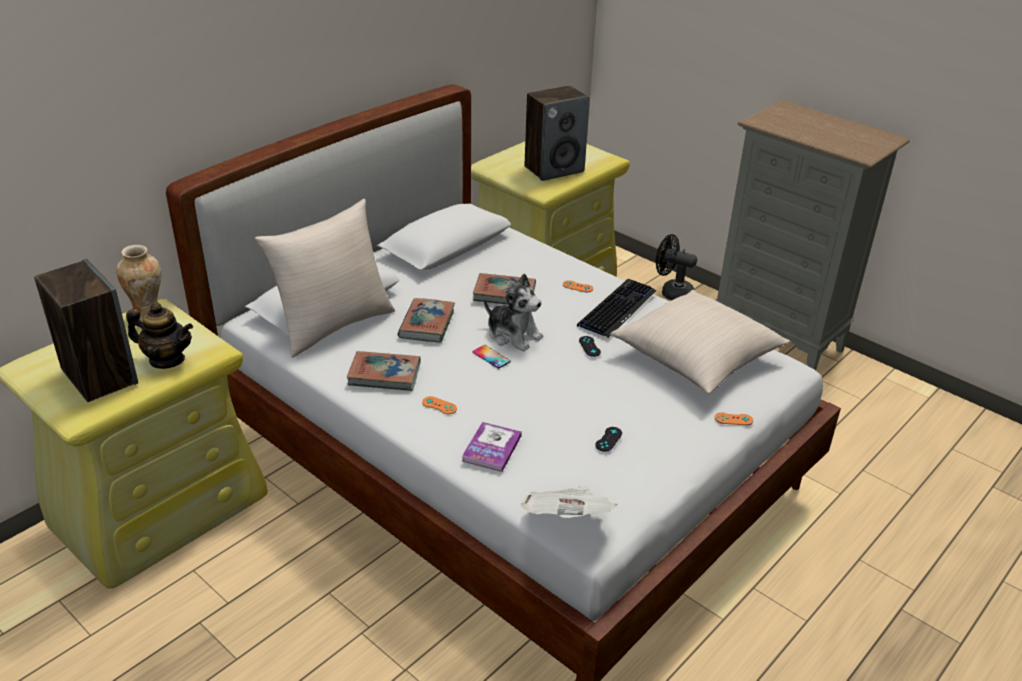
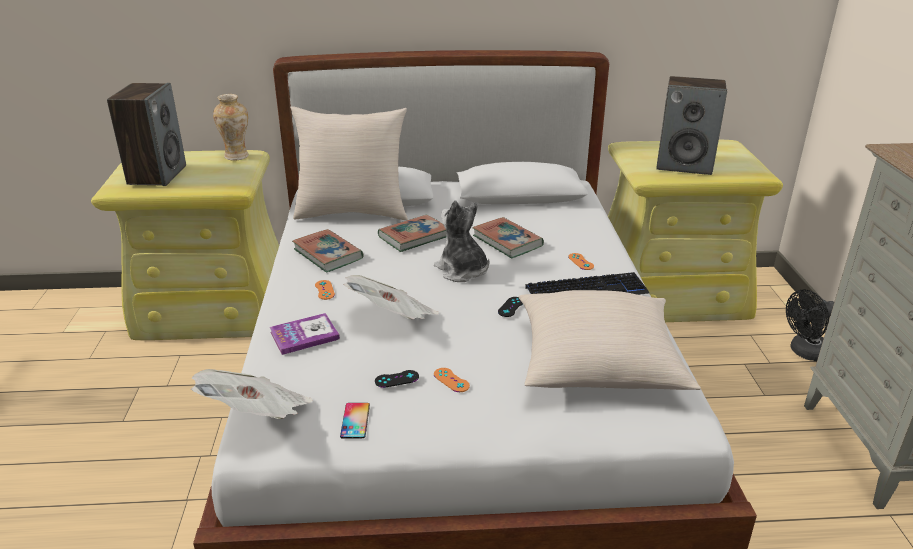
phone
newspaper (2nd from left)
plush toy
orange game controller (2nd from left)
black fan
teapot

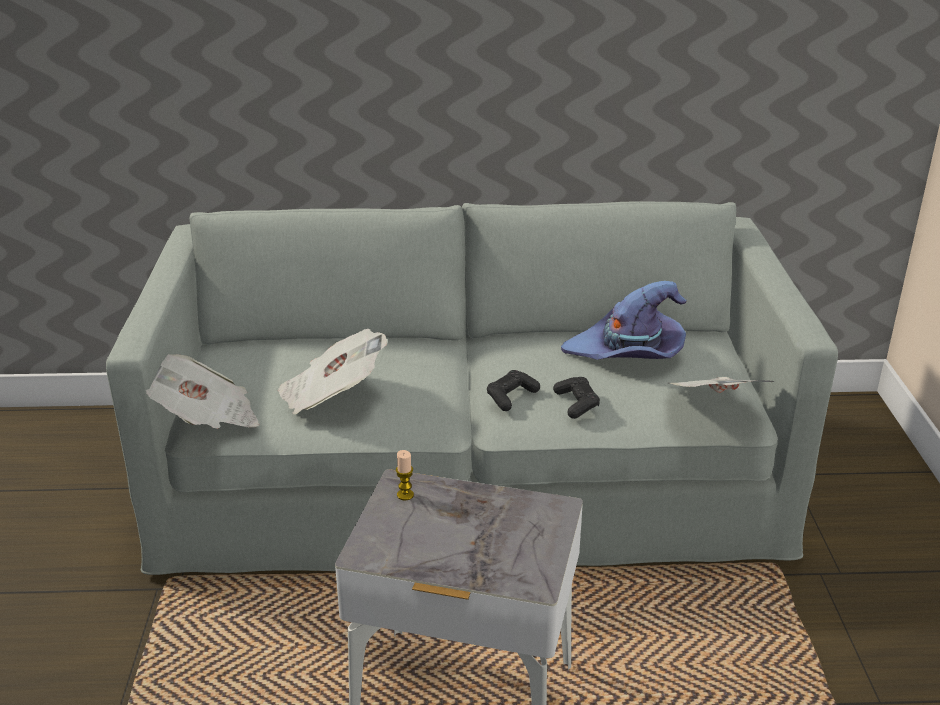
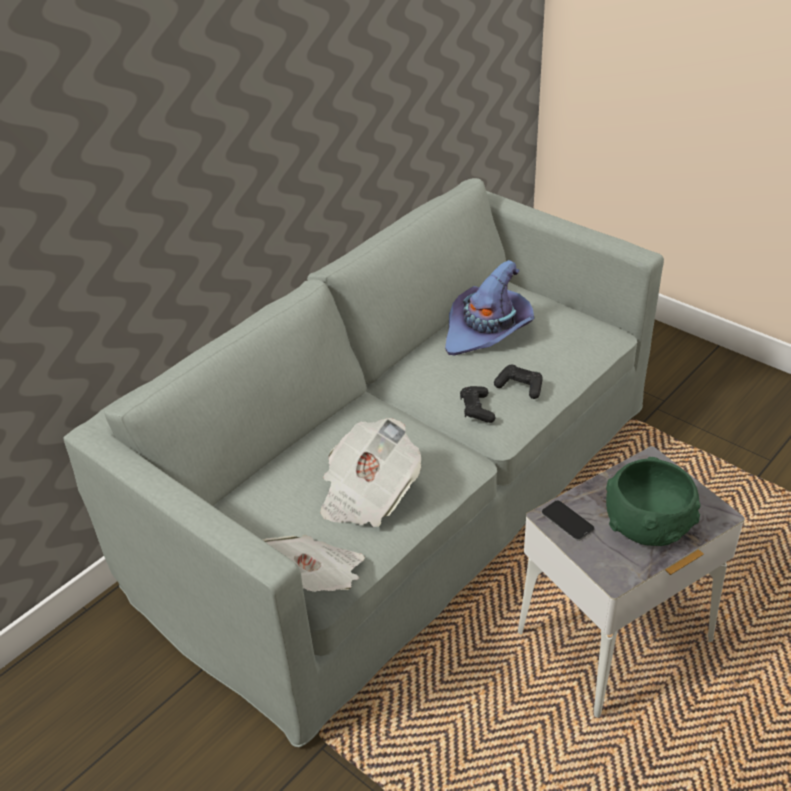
phone
green bowl
newspaper (3rd from left in the first image)

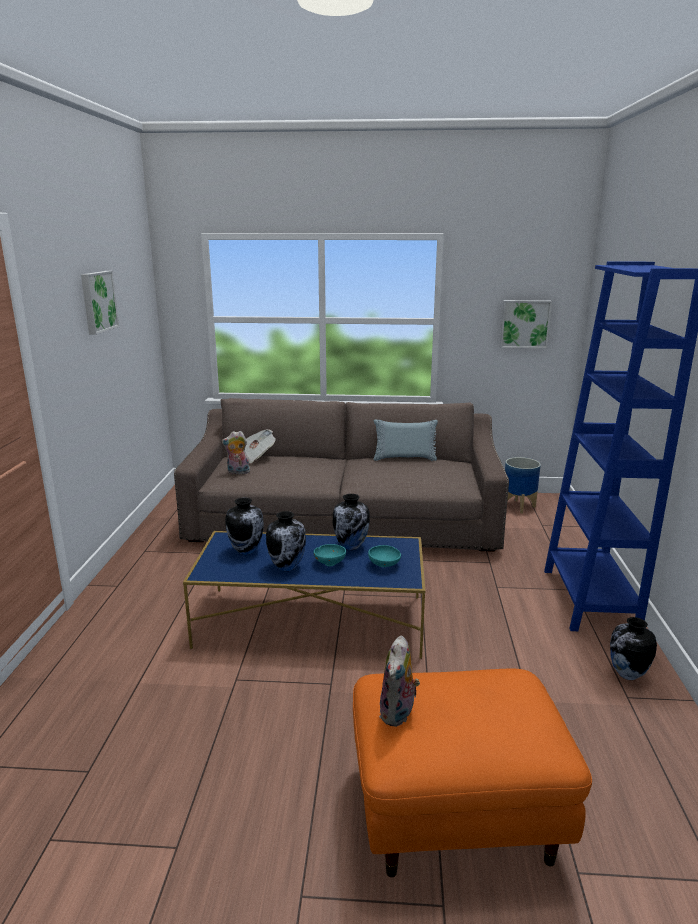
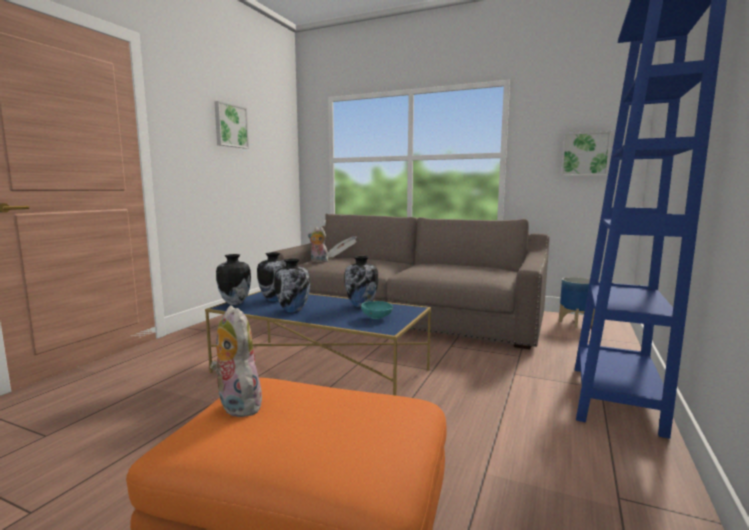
plush toy (1st from left)
vase (1st from left)
turquoise bowl (1st from left in the first image)
blue pillow

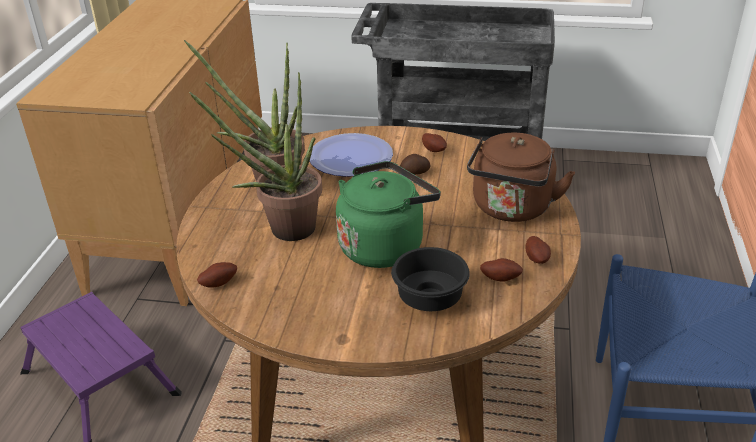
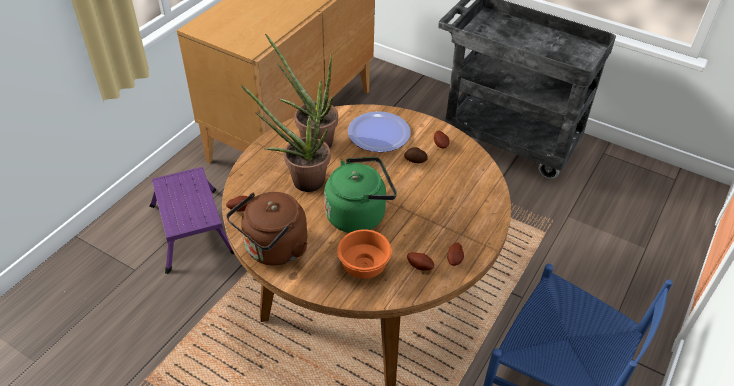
brown kettle
orange bowl

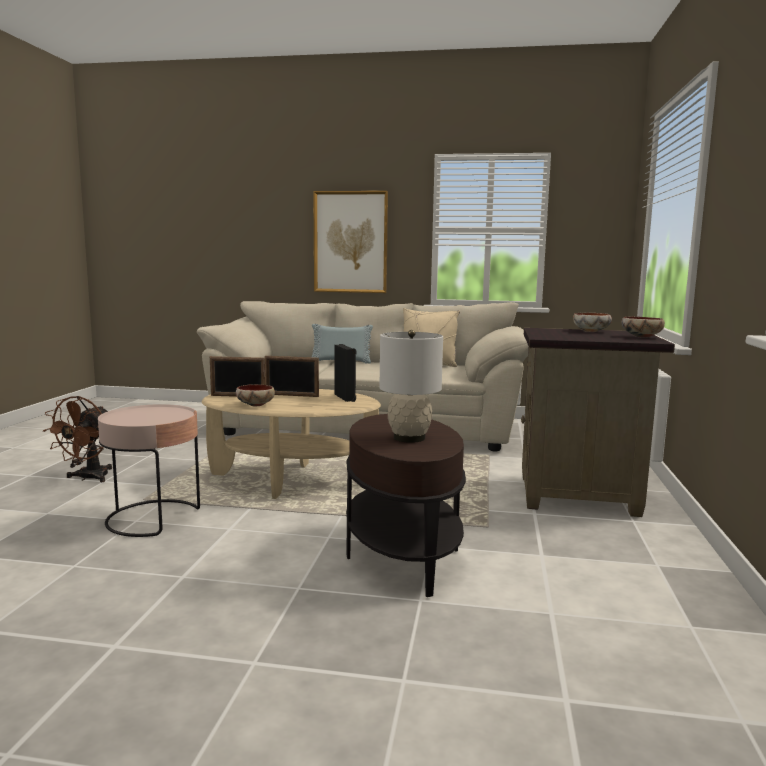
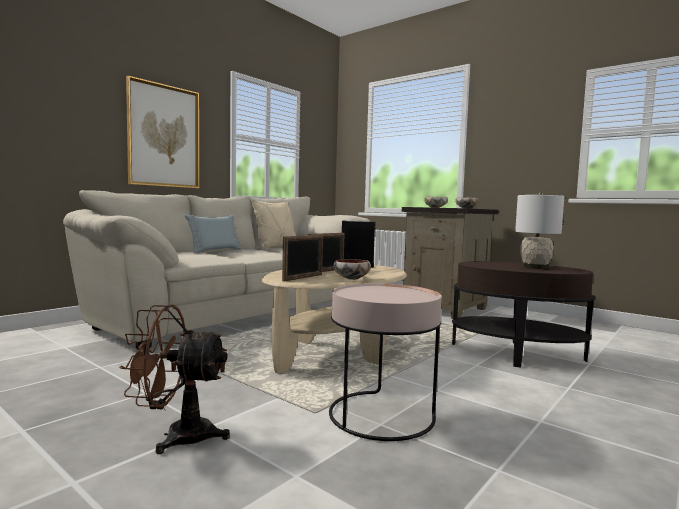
brown fan

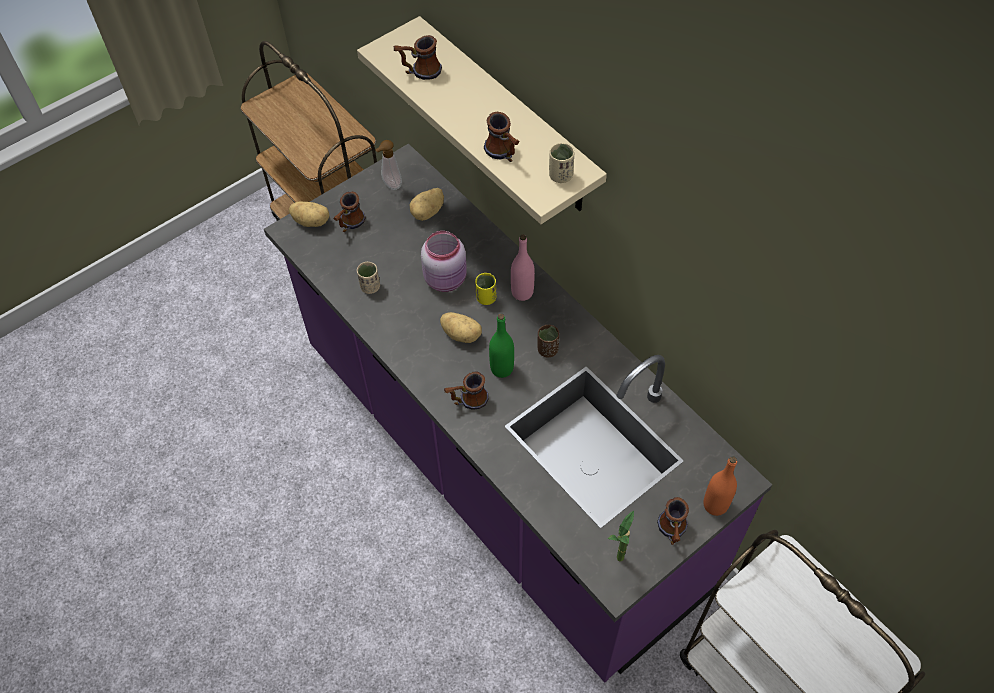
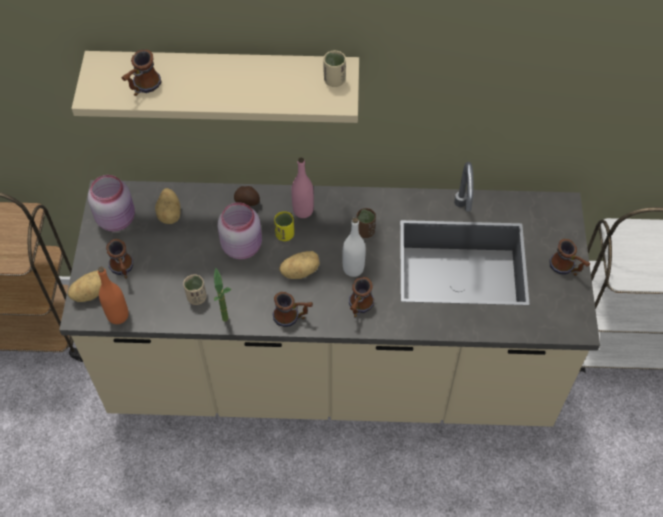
beige counter
pink jar (1st from left)
orange bottle
potted plant
potato (3rd from left)
mug (3rd from left)
white bottle

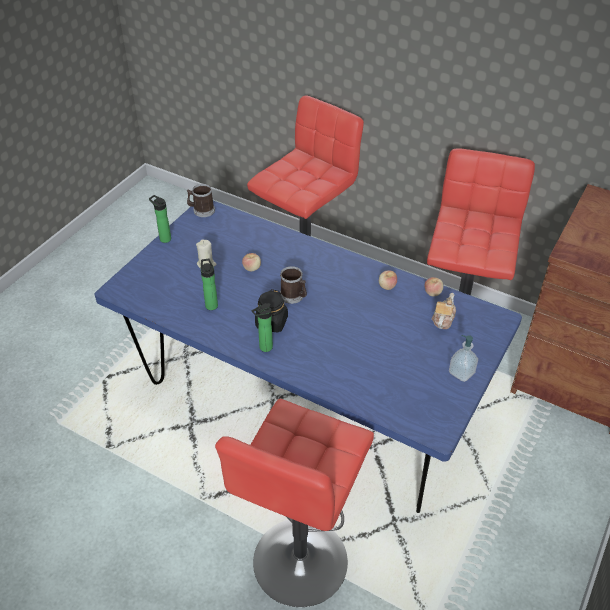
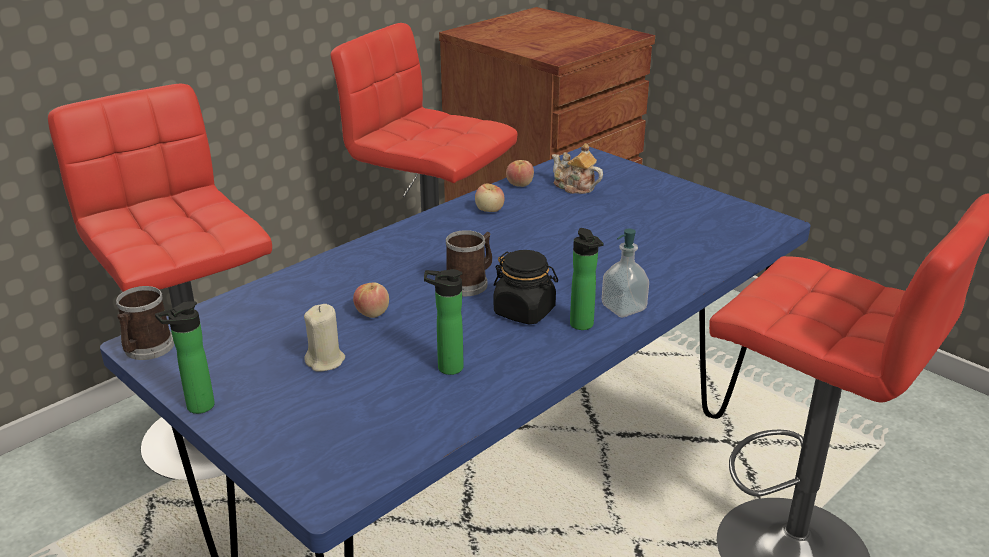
soap dispenser

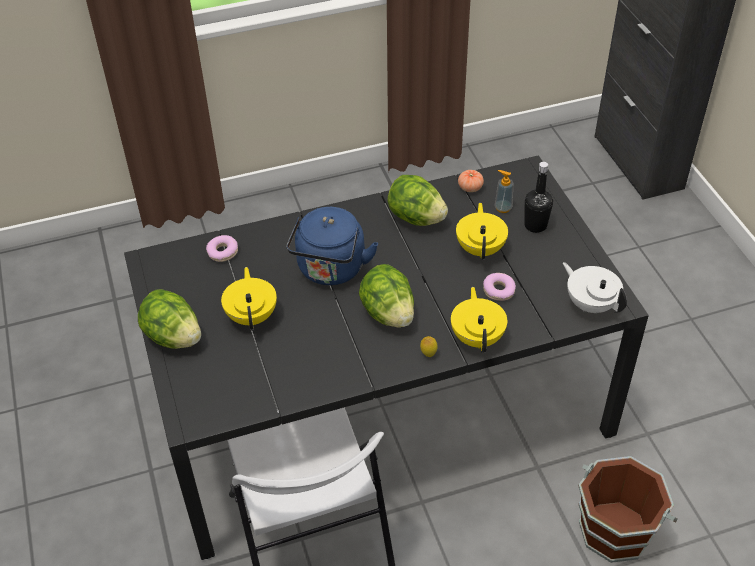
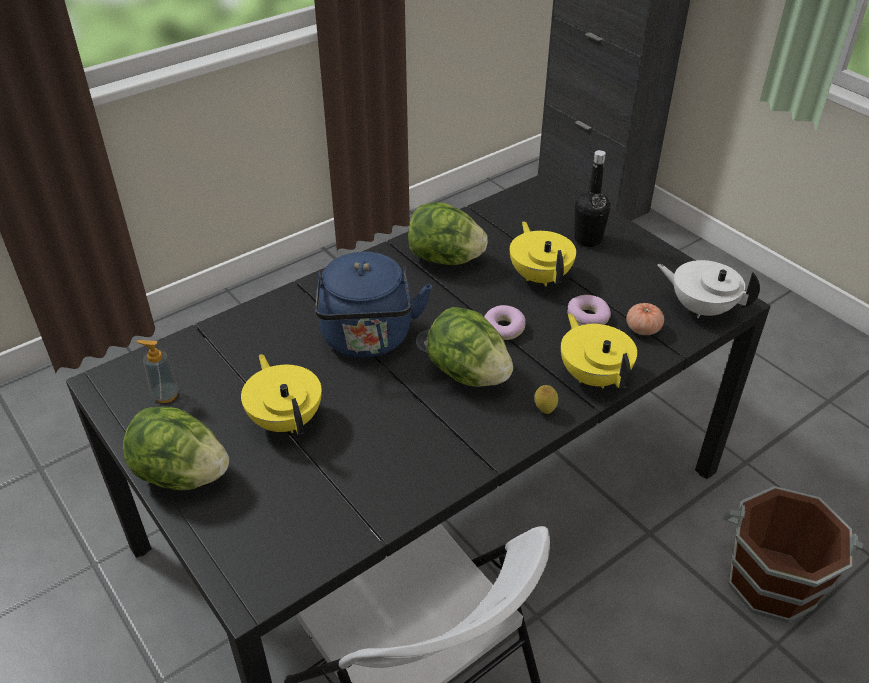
soap dispenser
donut (1st from left)
tomato

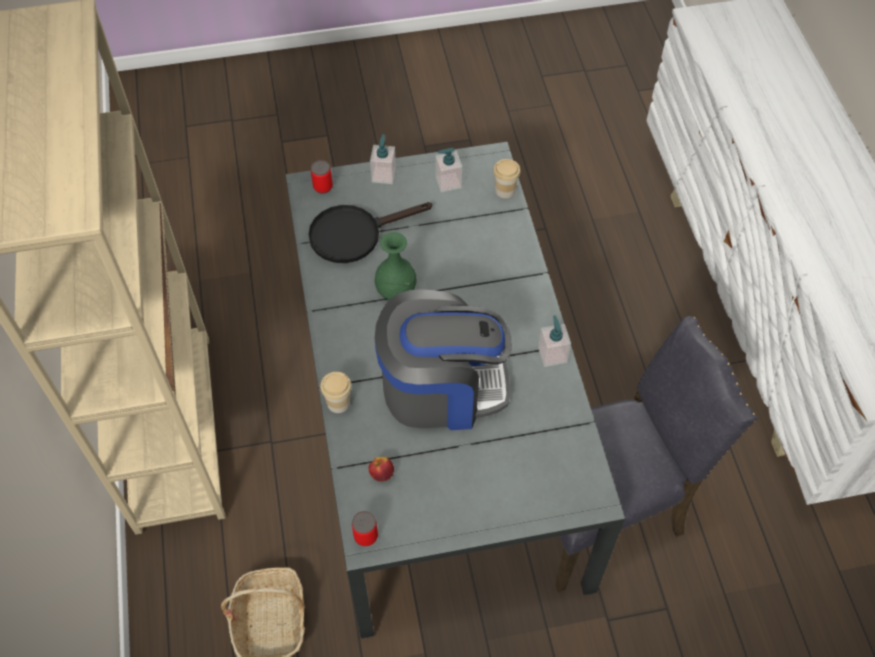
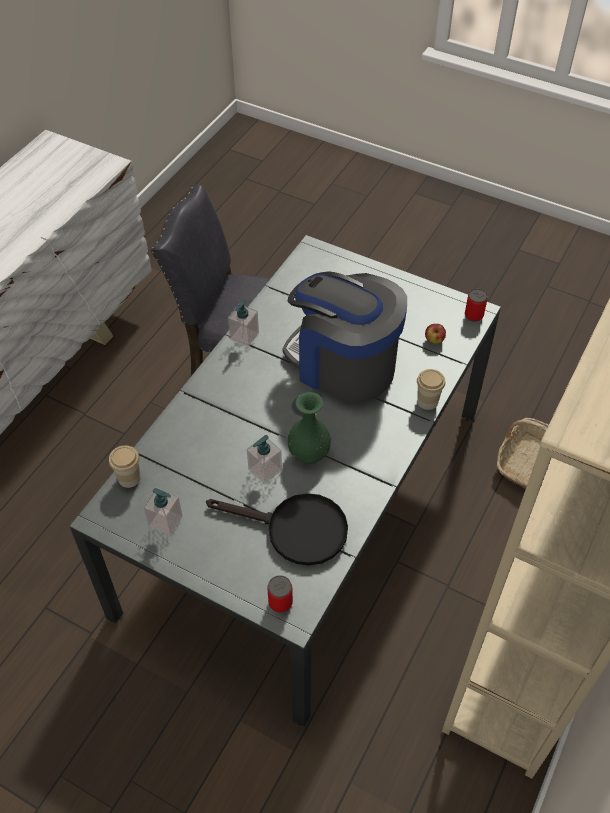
soap dispenser (3rd from left)

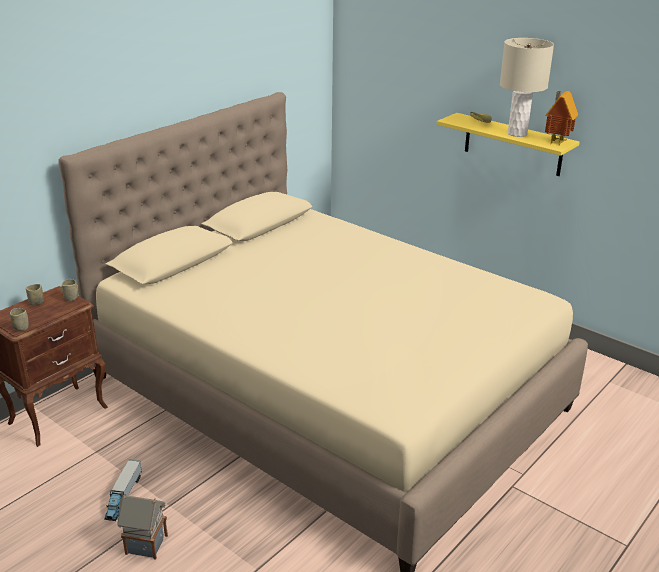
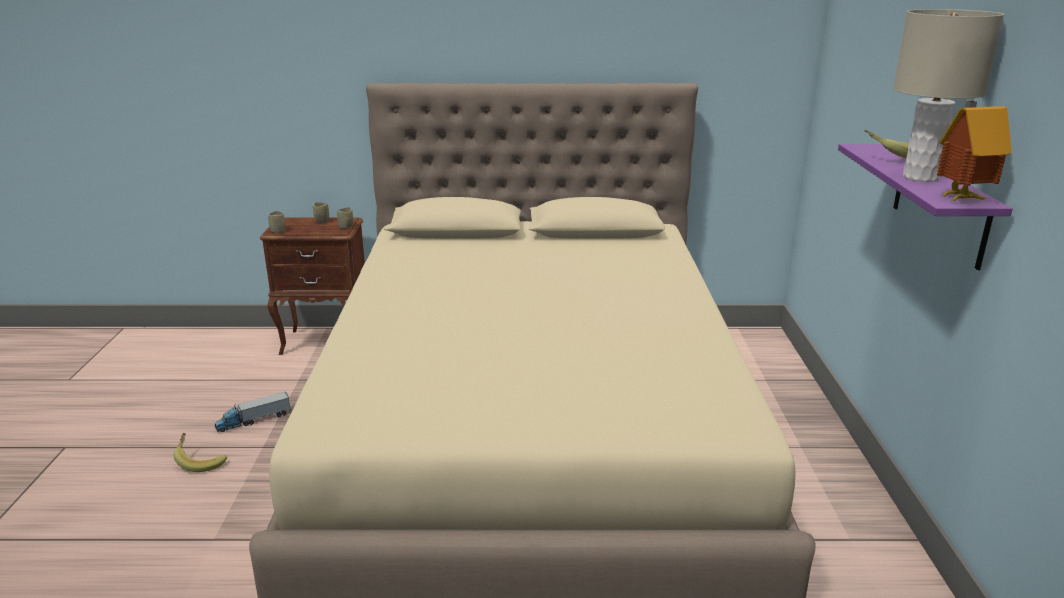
banana (1st from left)
purple shelf

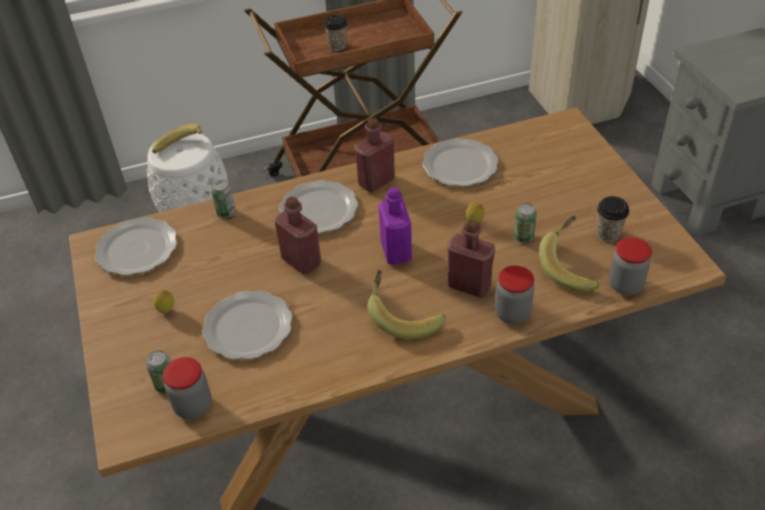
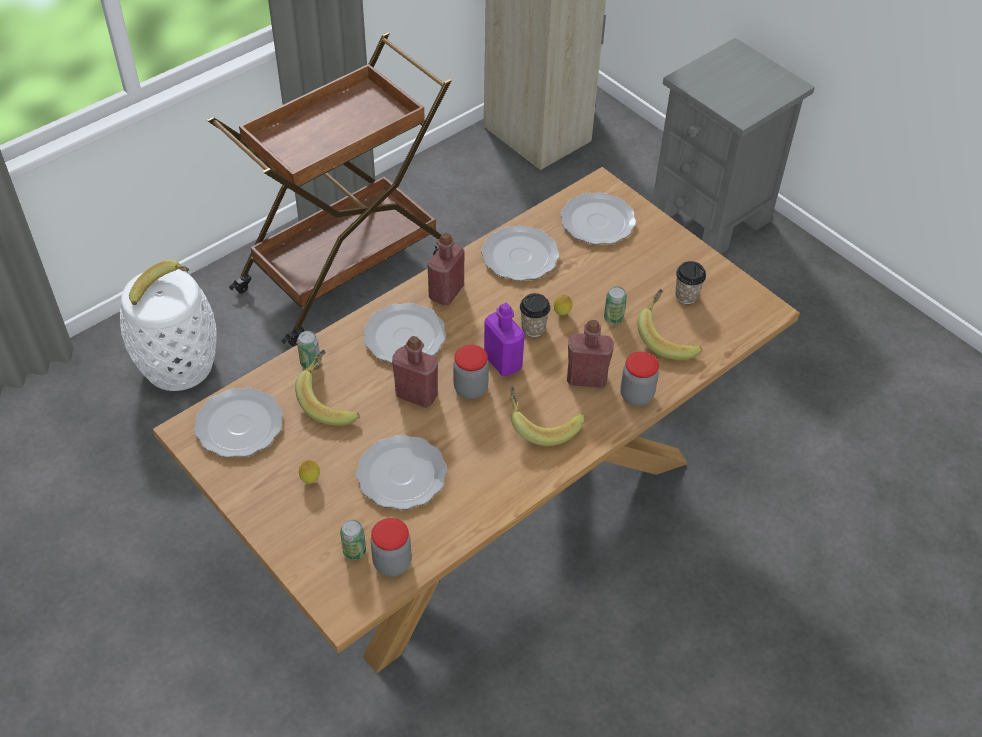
banana (2nd from left)
jar (2nd from left)
cup (1st from left)
plate (5th from left)

